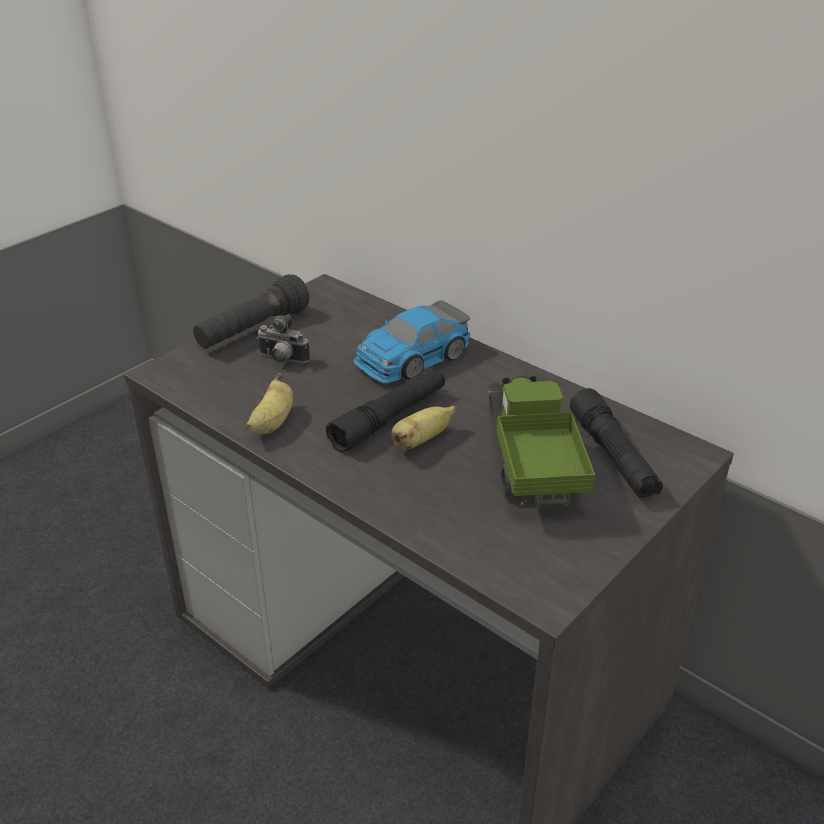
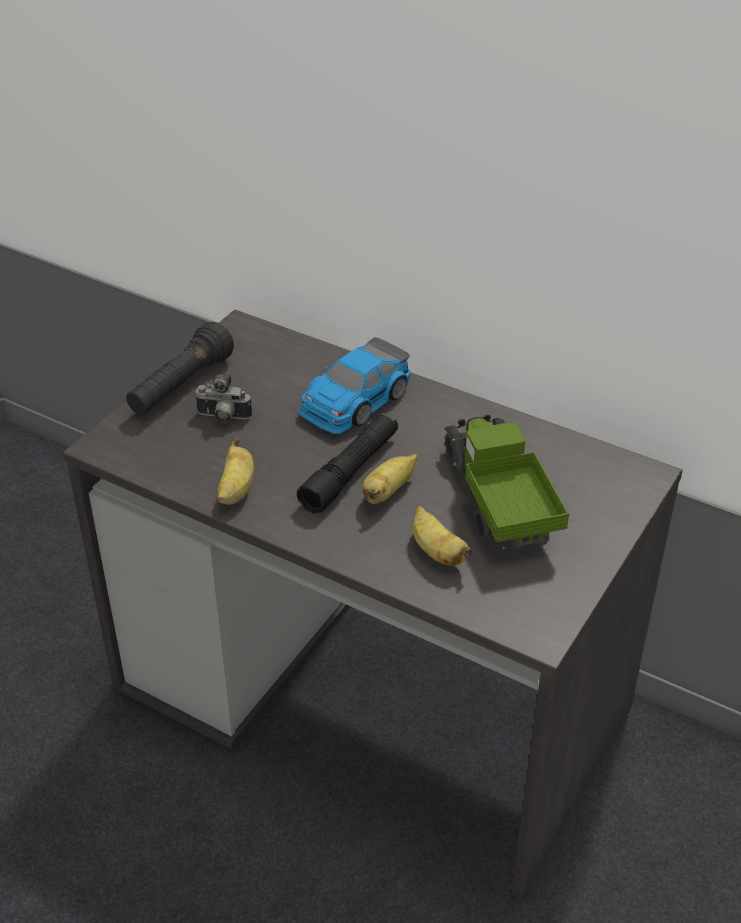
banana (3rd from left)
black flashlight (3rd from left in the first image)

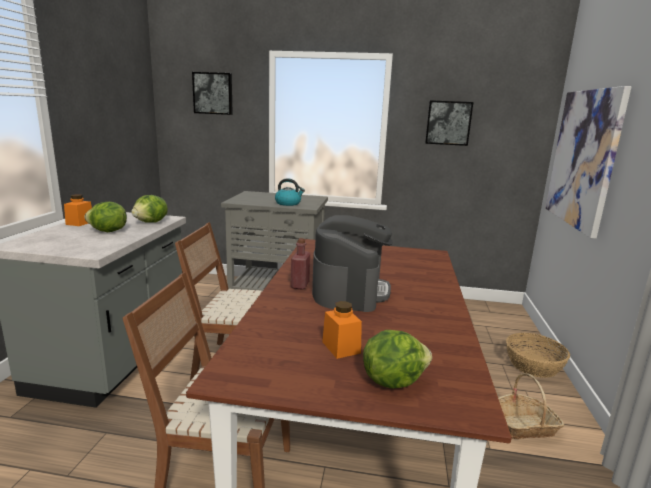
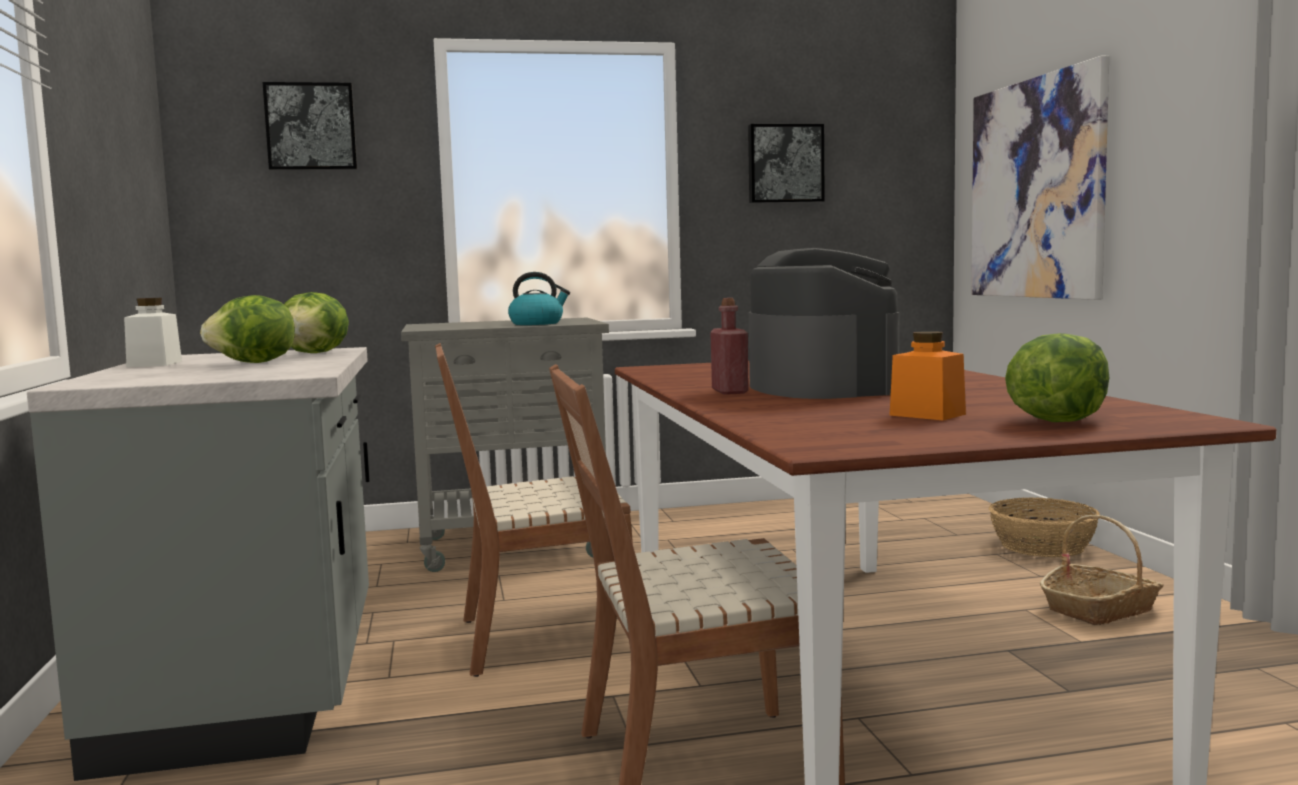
white jar

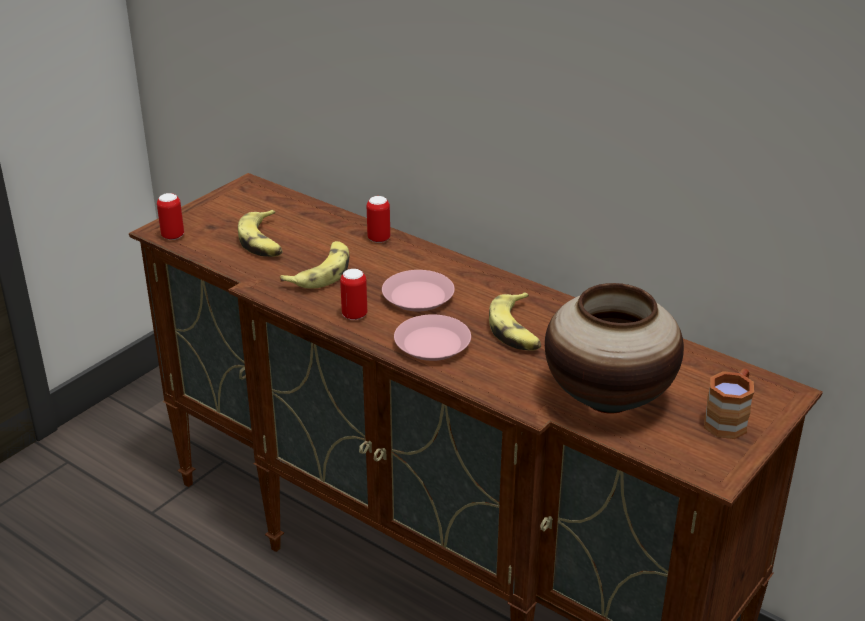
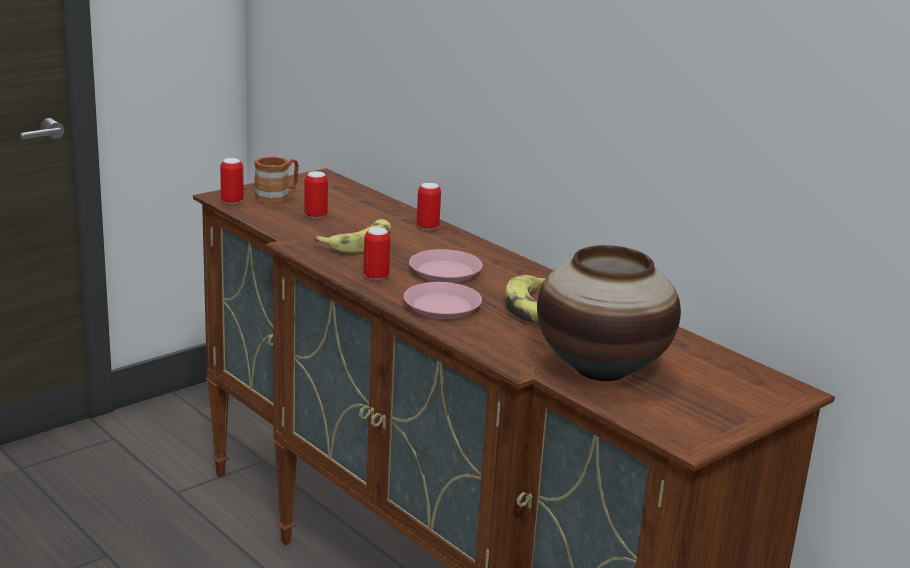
brown mug
can (2nd from left)

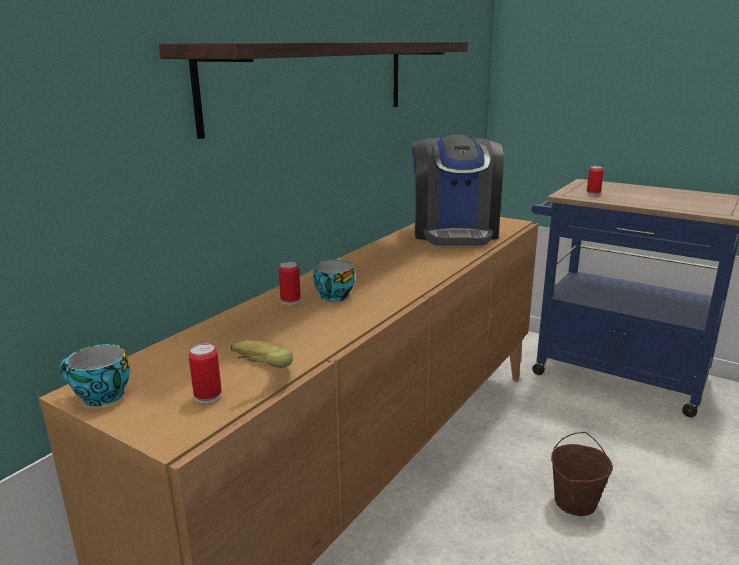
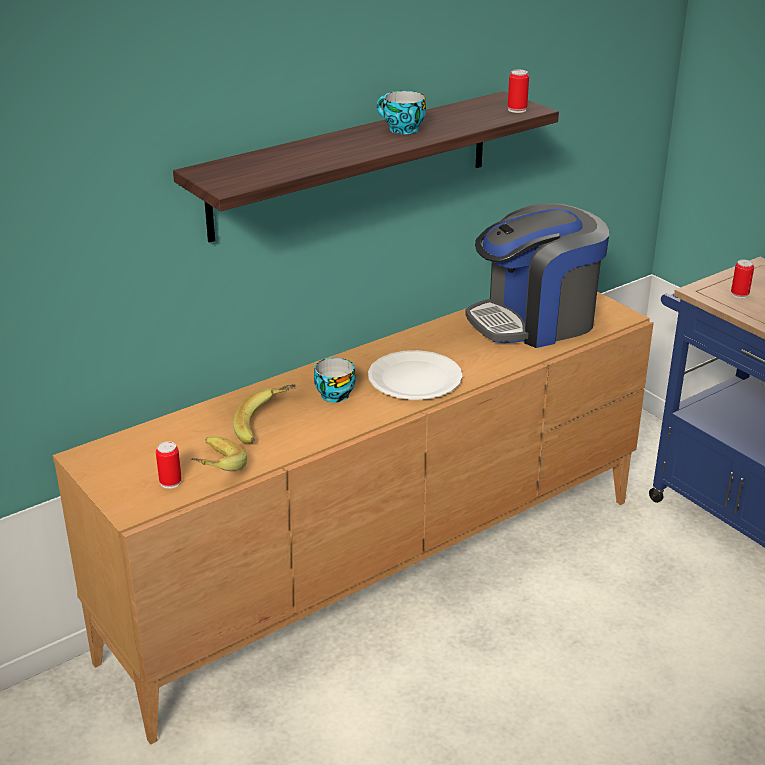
banana (2nd from left)
white plate
cup (2nd from left)
coffee machine
can (2nd from left)
brown bucket

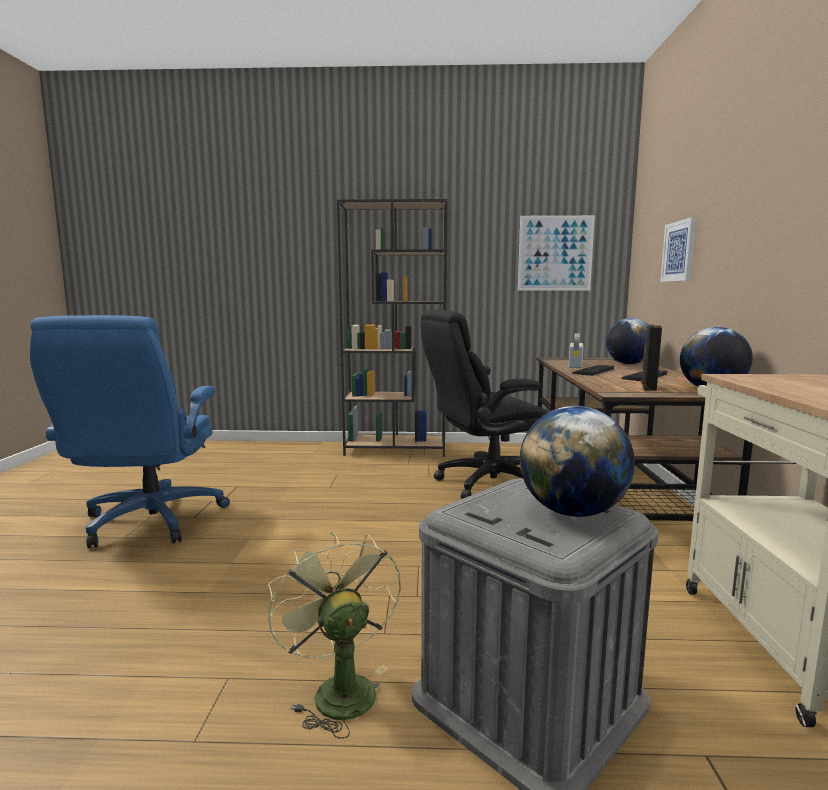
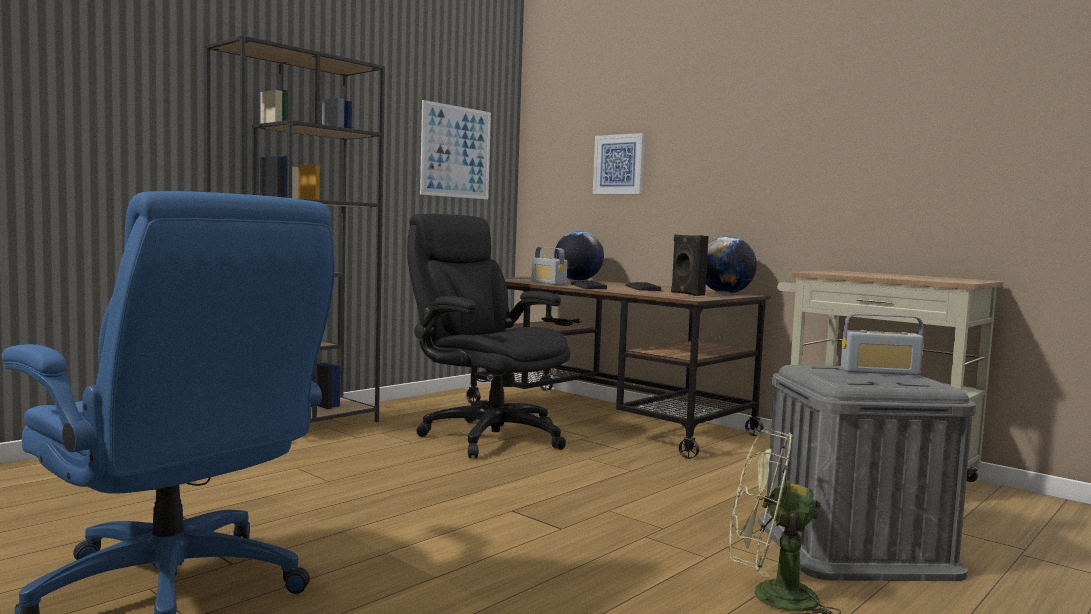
black office chair
radio (2nd from left)

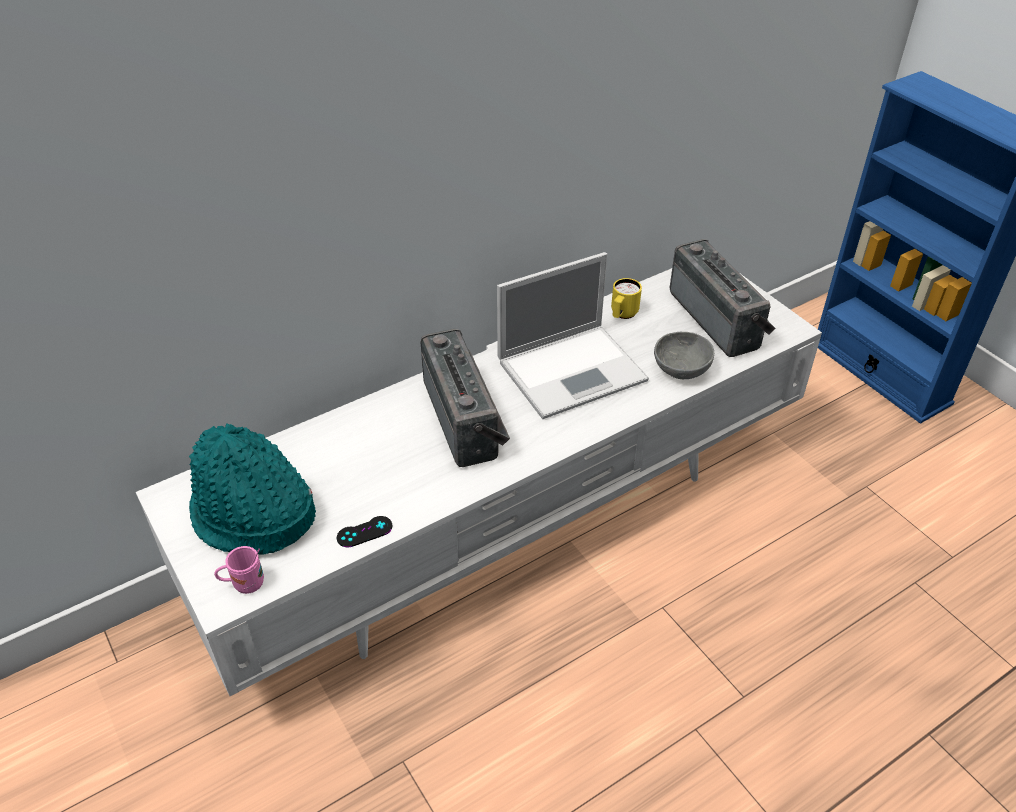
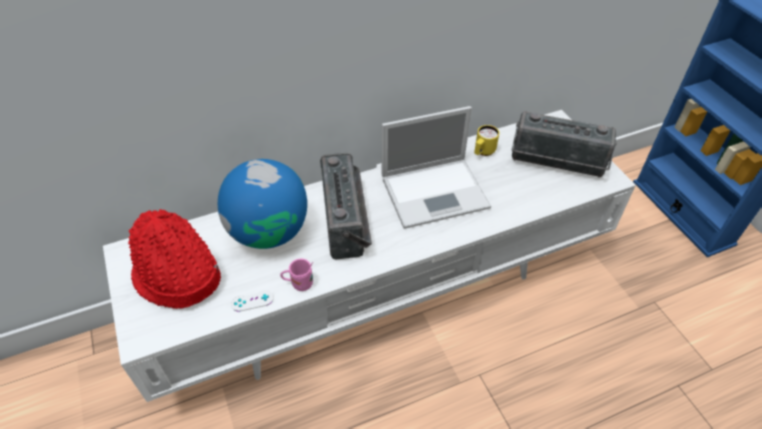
red hat
globe
white game controller
pink mug
radio (2nd from left)
grey bowl

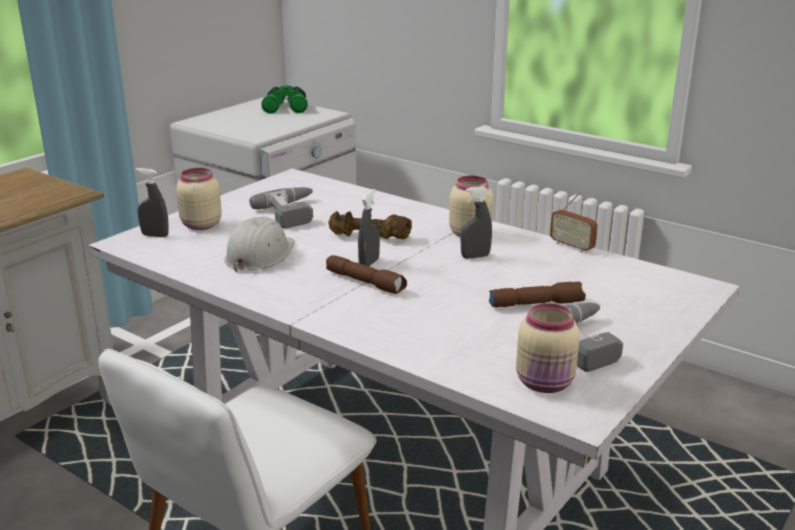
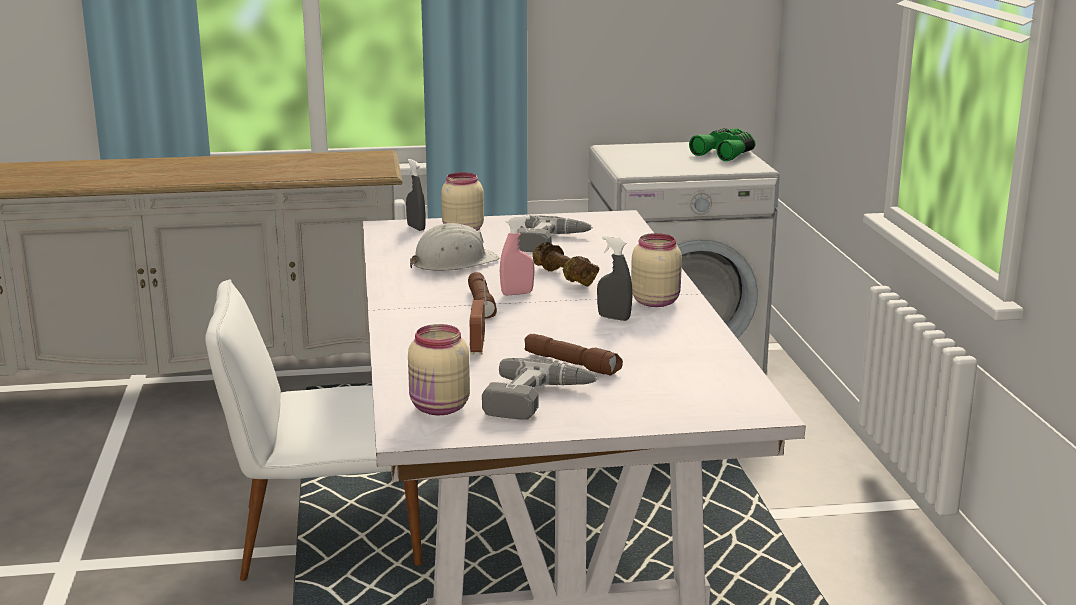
radio
pink spray bottle

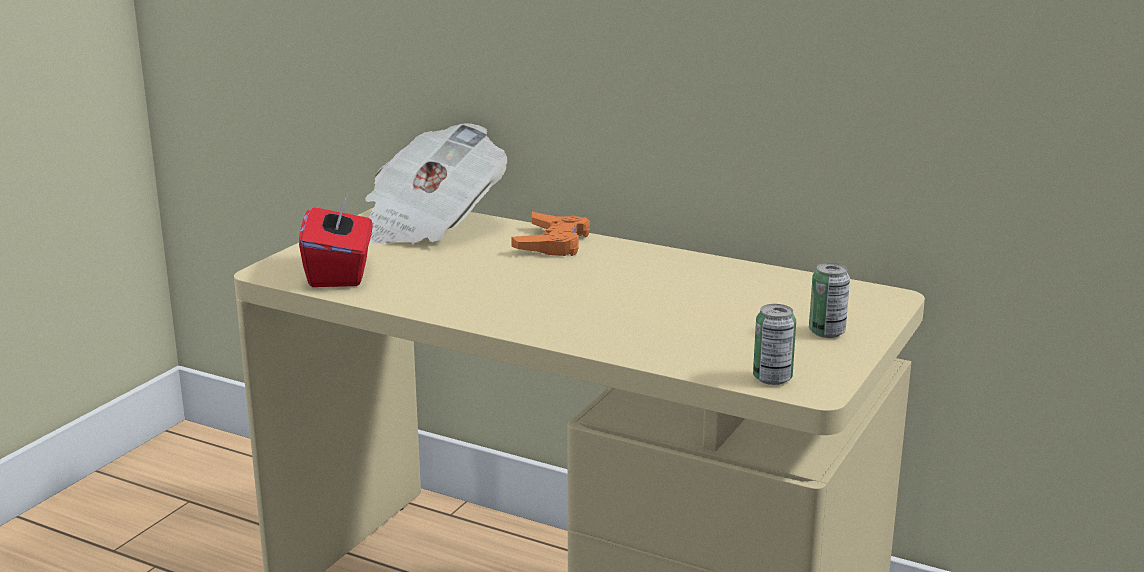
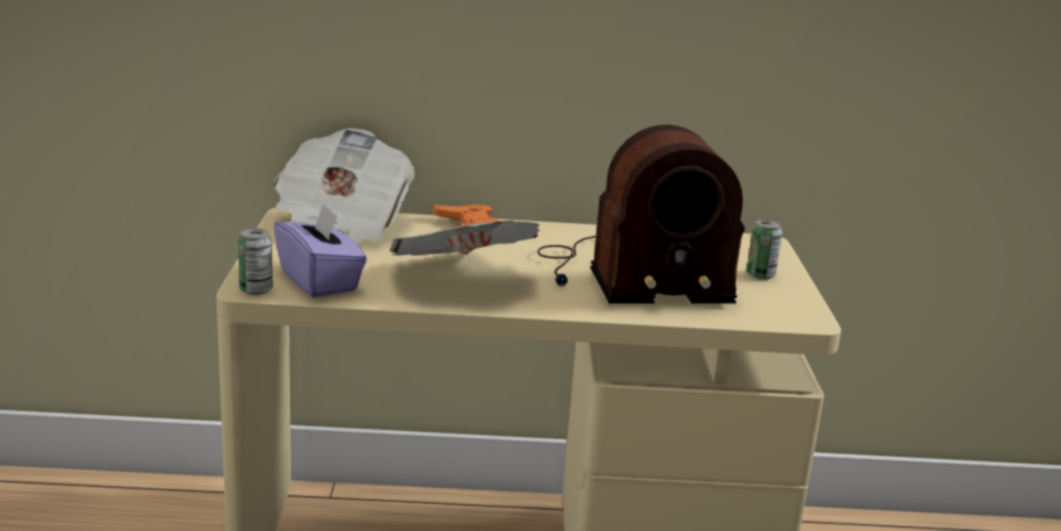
can (1st from left)
purple tissue box
newspaper (2nd from left)
radio

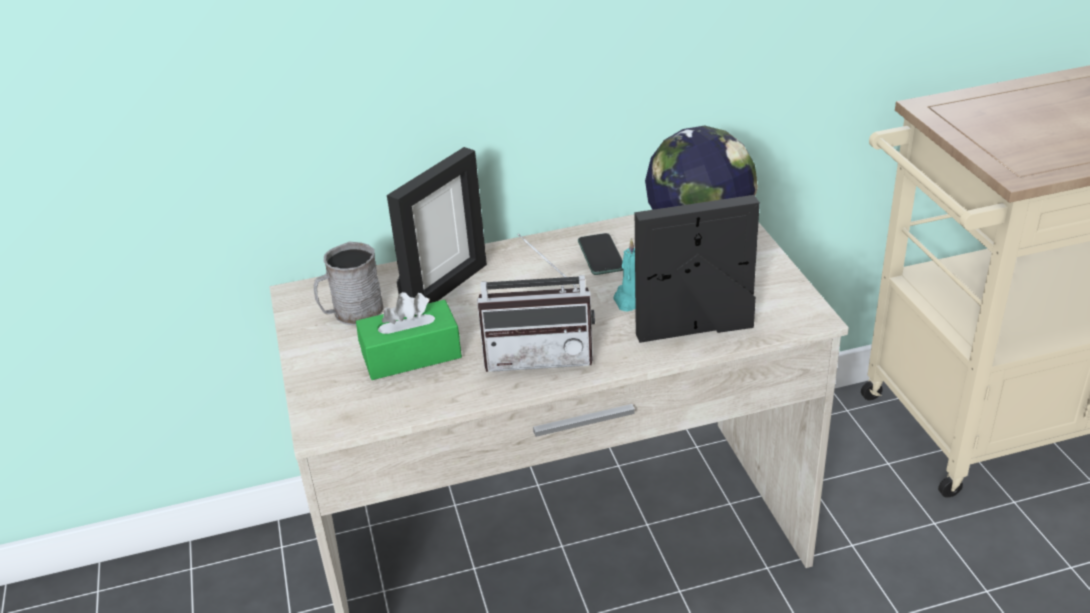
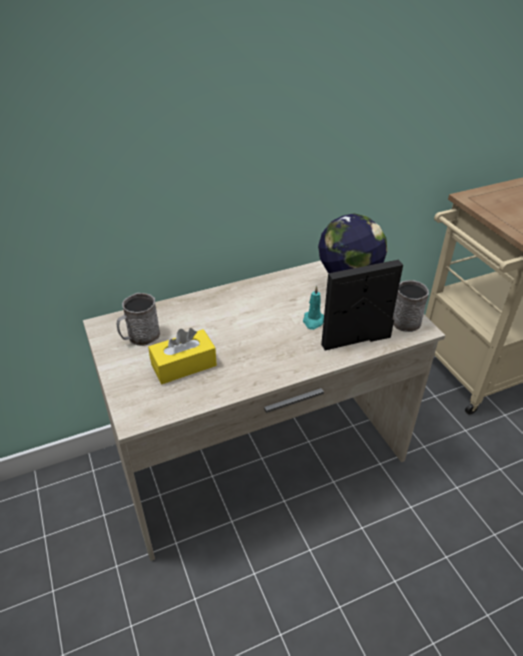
yellow tissue box
grey mug (2nd from left)
picture frame (1st from left in the first image)
radio
phone

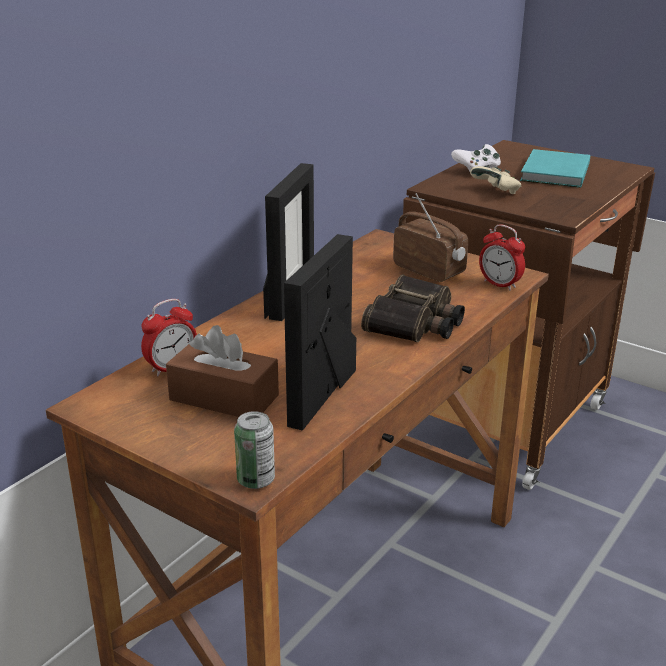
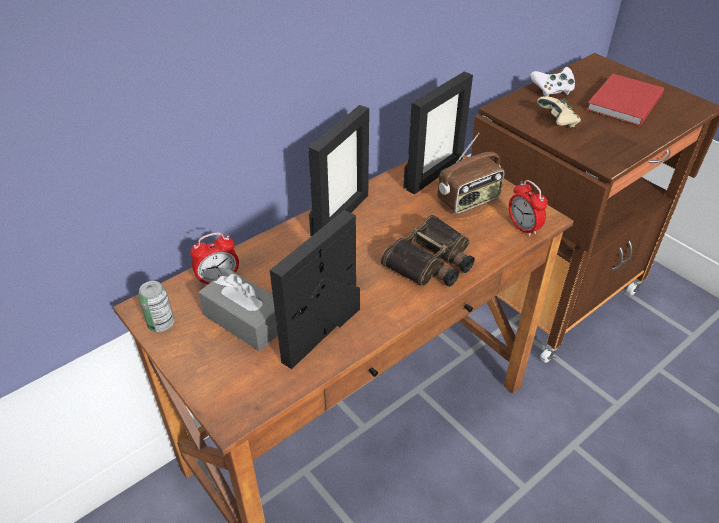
can
grey tissue box
picture frame (3rd from left)
radio
red book

